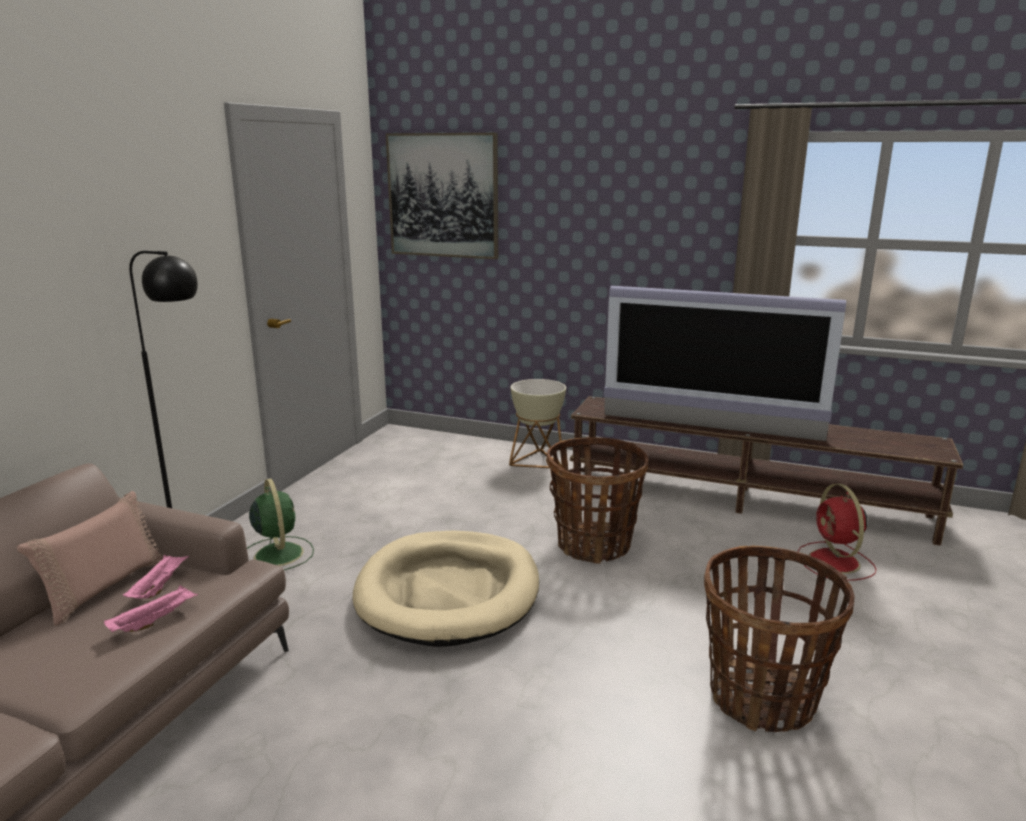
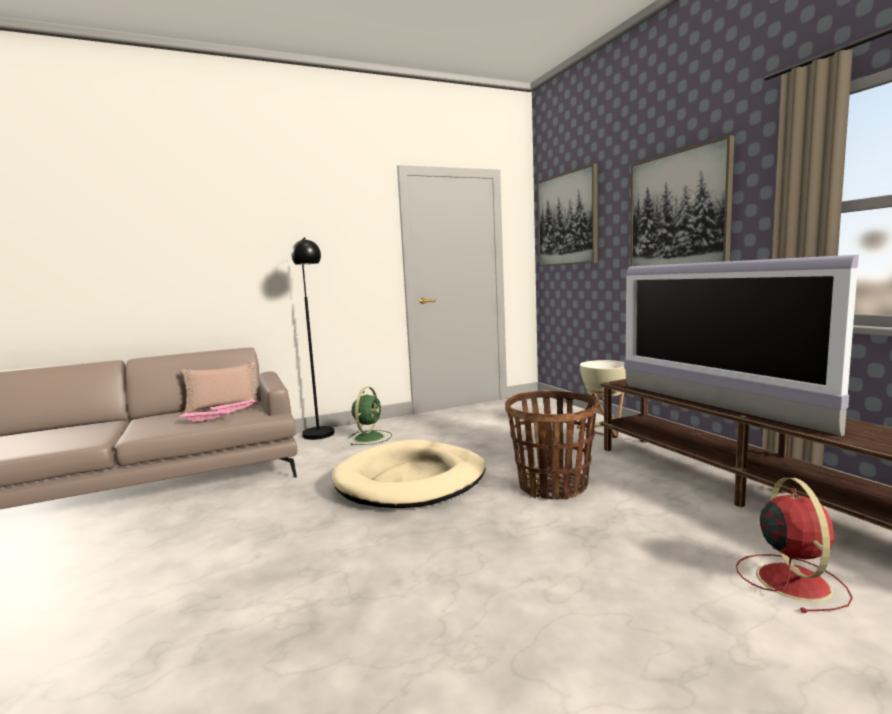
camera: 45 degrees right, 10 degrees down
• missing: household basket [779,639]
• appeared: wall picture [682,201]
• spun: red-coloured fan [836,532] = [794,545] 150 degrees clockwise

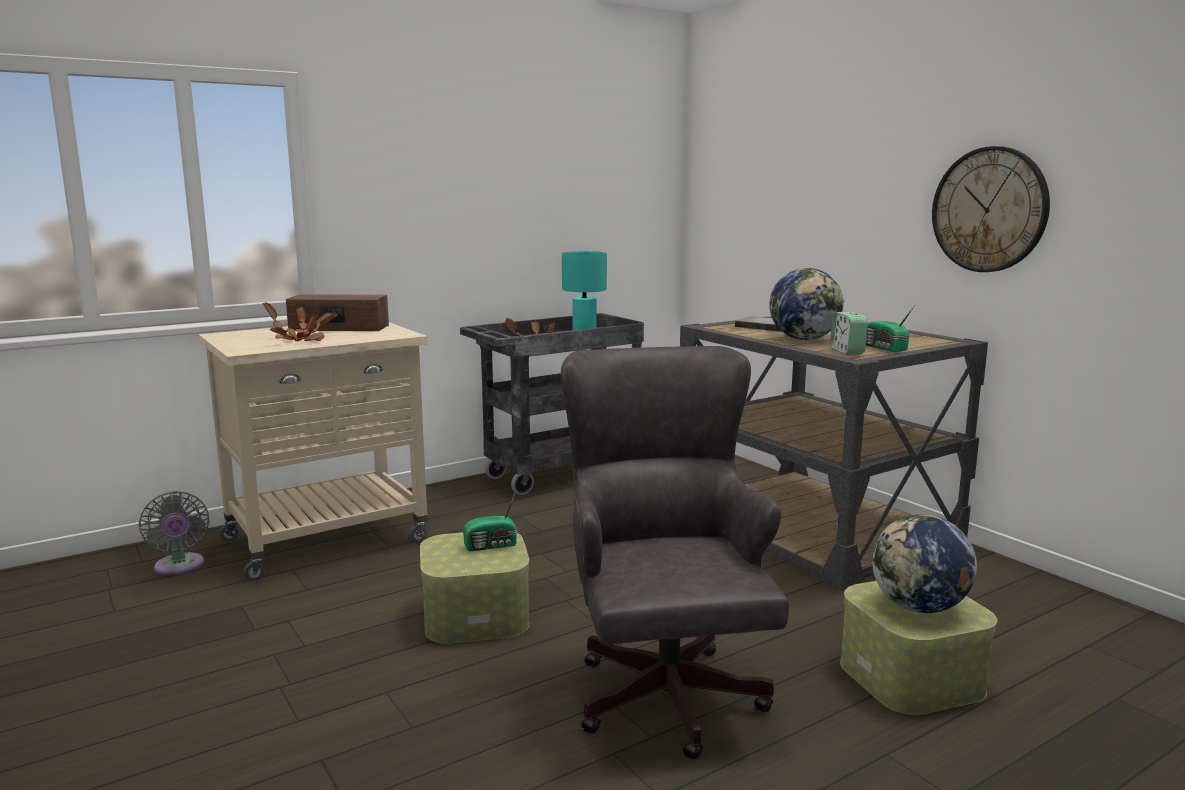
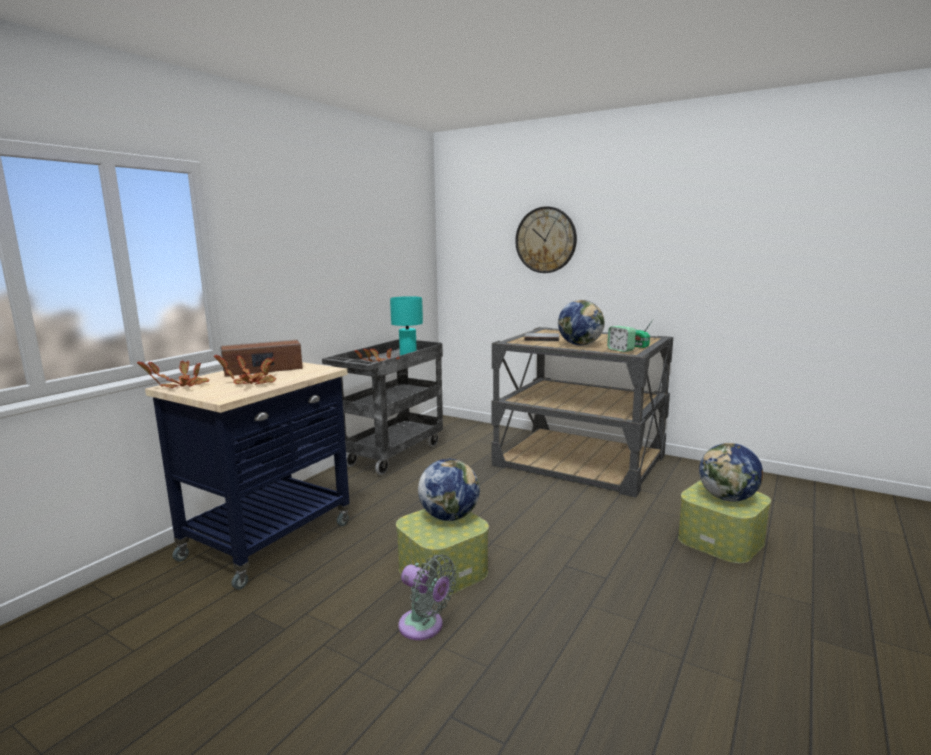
camera: 25 degrees left, 0 degrees up
• missing: greyish computer chair [675,552]
• appeared: plant in a pot [173,374]
• relocated: greyish fan [174,533] to [427,597]
• relocated: wall clock [991,209] to [546,239]
• exchanged: radio [490,522] to world globe [449,490]
• colour: beige wheeled cart [313,451] to bluish wheeled cart [247,476]

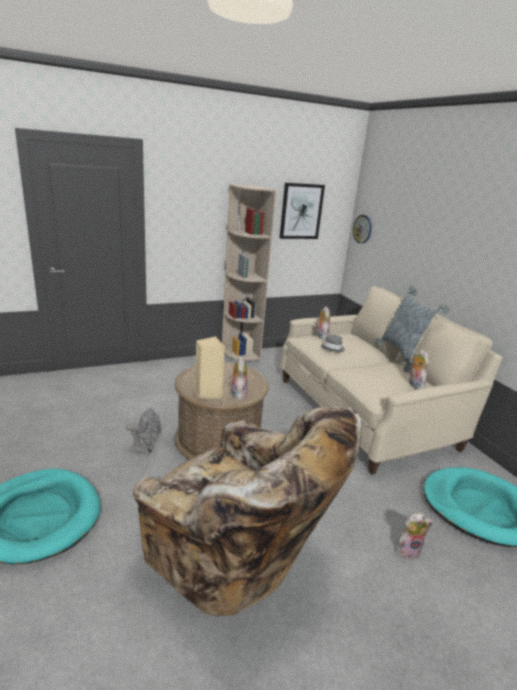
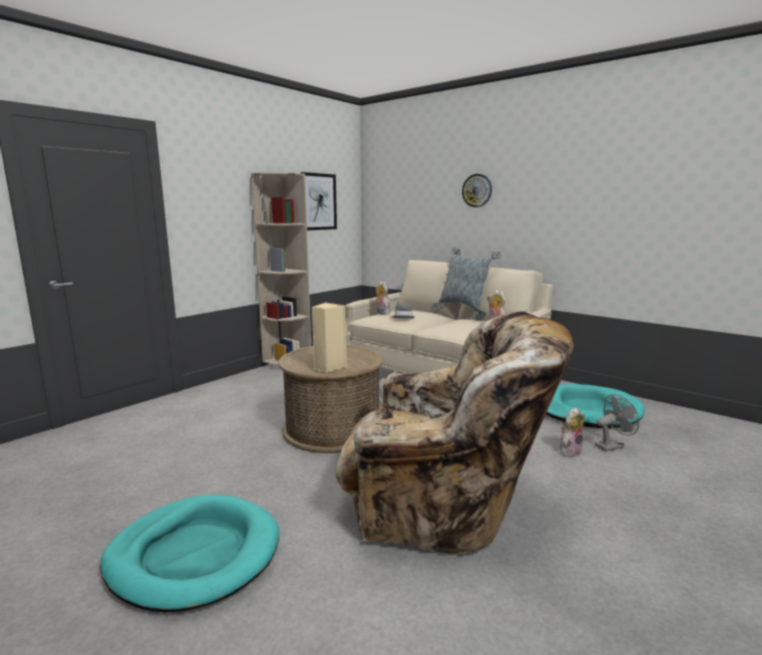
camera: 25 degrees left, 10 degrees down
• missing: soft toy [238,378]
• relocated: greyish fan [143,431] to [617,423]
• relocated: wall clock [362,229] to [477,190]

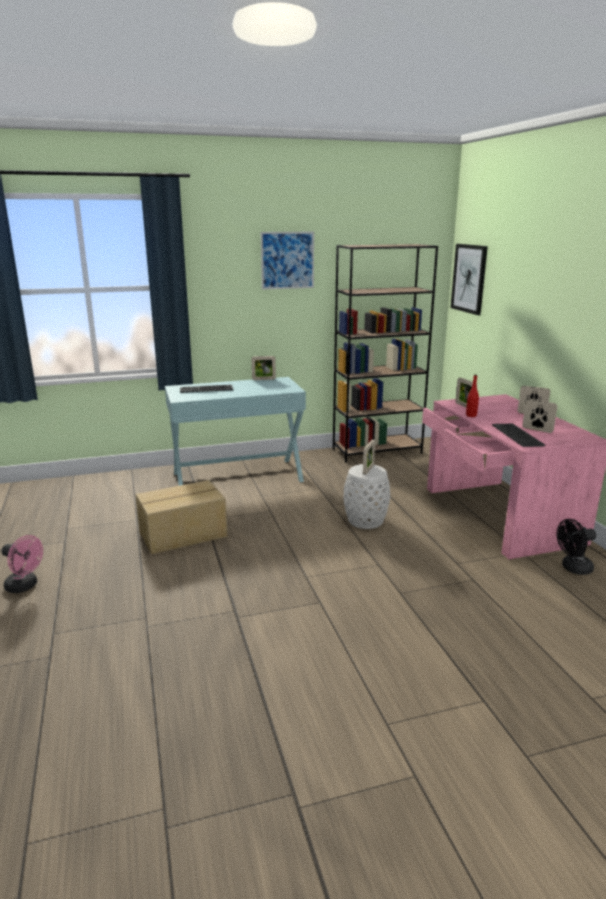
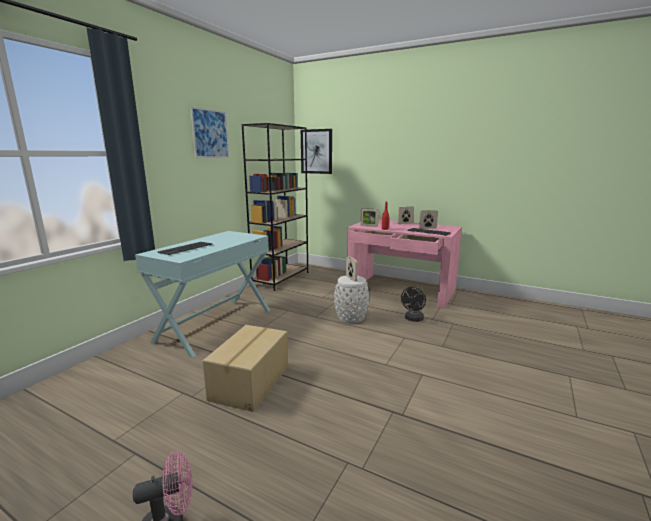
camera: 45 degrees left, 5 degrees down
• missing: photo frame [264,368]
• relocated: black fan [577,547] to [413,304]

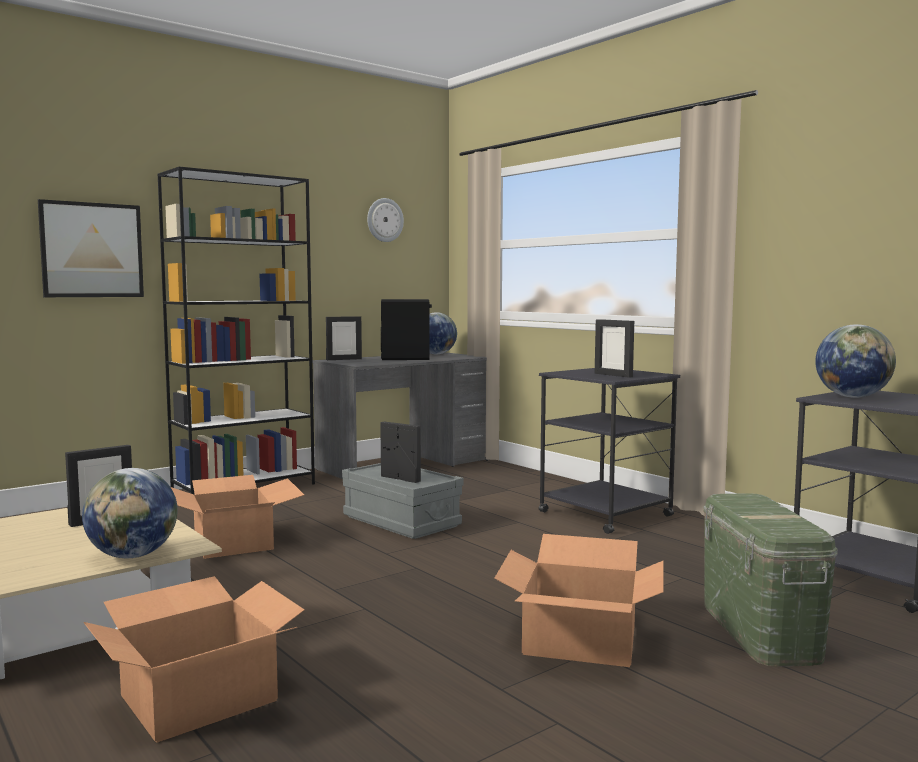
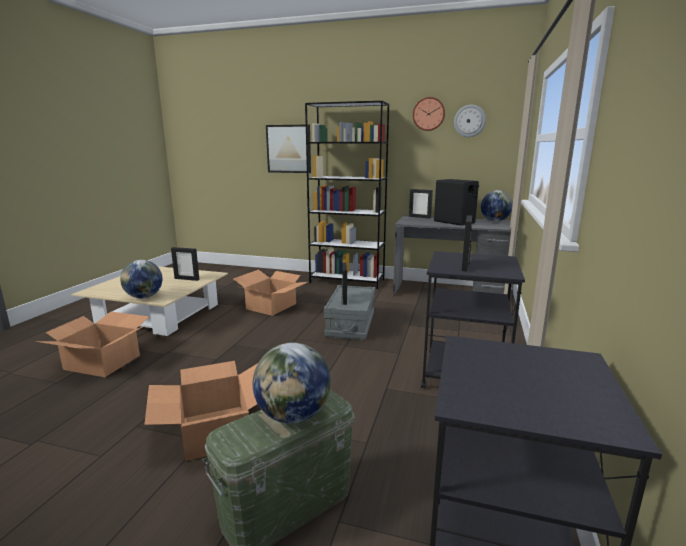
camera: 55 degrees right, 10 degrees up
• appeared: wall clock [429,114]
• relocated: world globe [855,361] to [292,383]

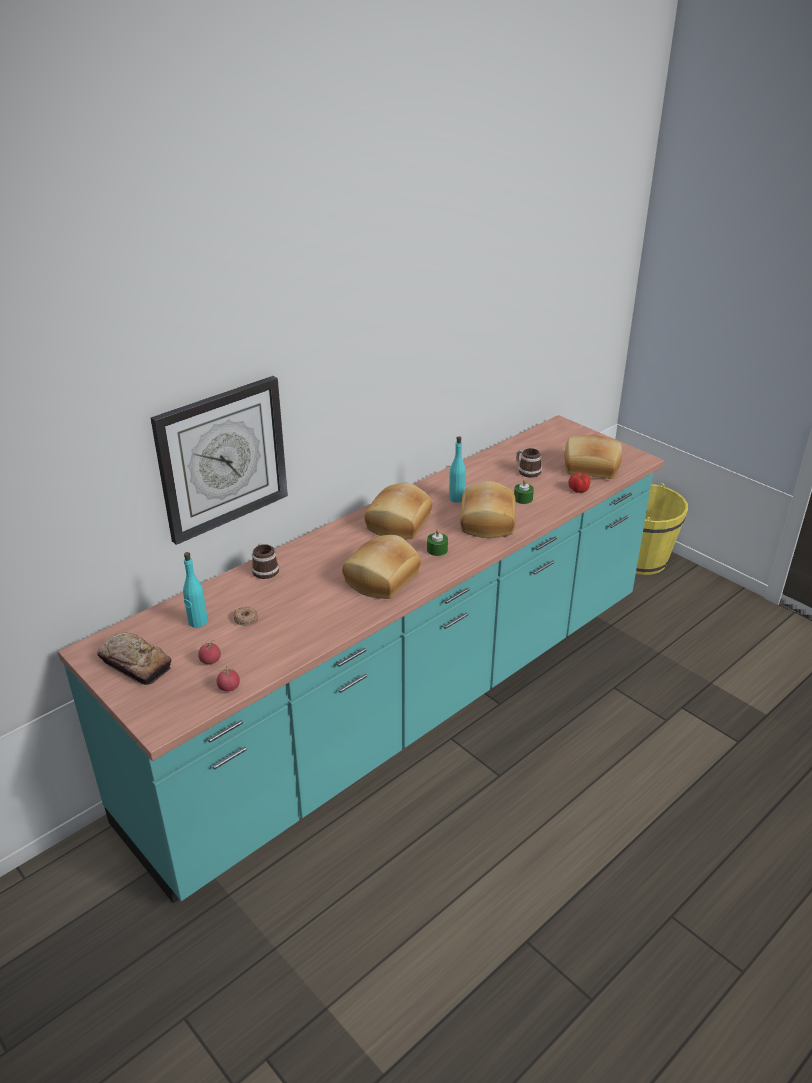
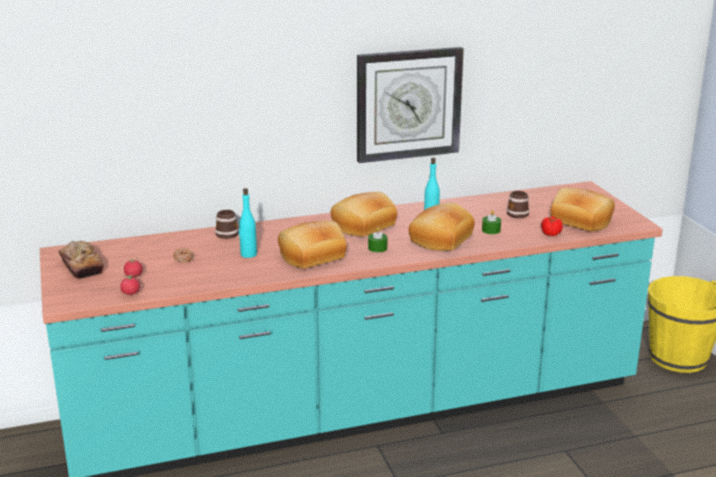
camera: 25 degrees right, 10 degrees down
• relocated: wall clock [219,460] to [410,105]
• relocated: turquoise-coloured beverage bottle [195,590] to [248,223]

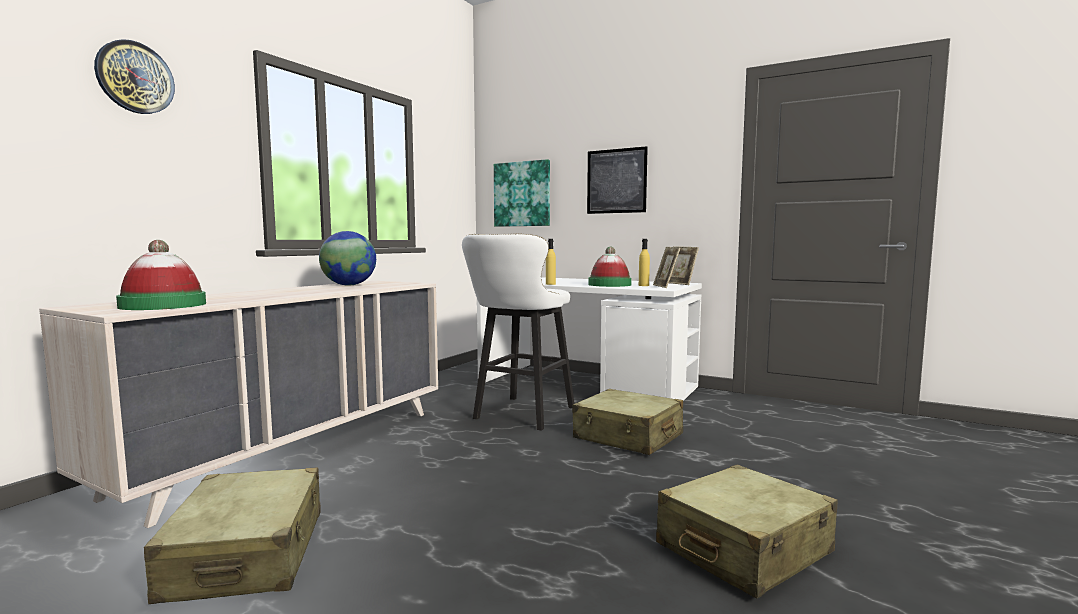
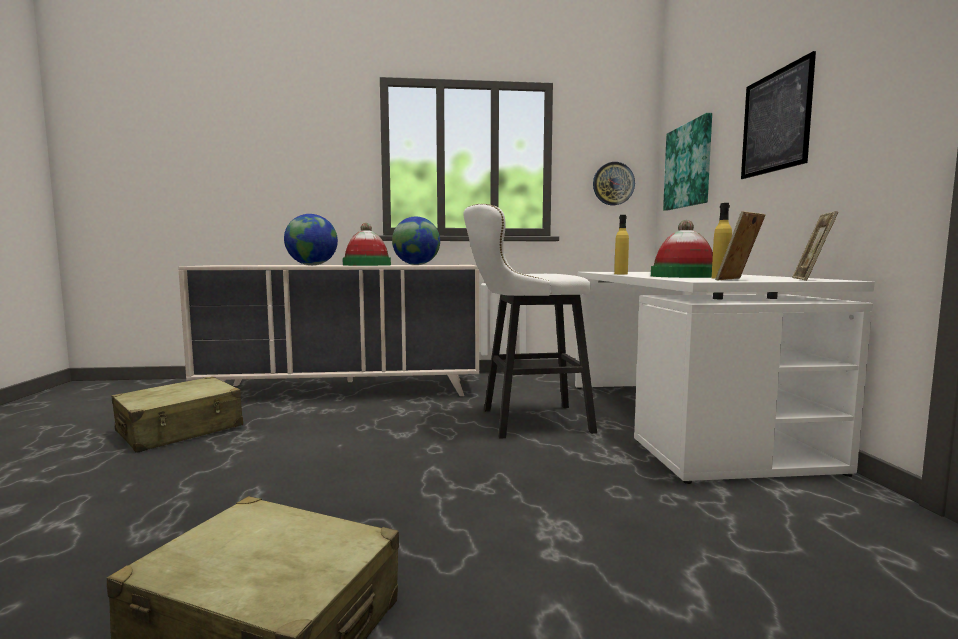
camera: 55 degrees right, 0 degrees up
• missing: beige piece of luggage [627,422]
• appeared: world globe [311,239]
• relocated: wall clock [134,76] to [614,183]
• relocated: hat [161,275] to [367,244]

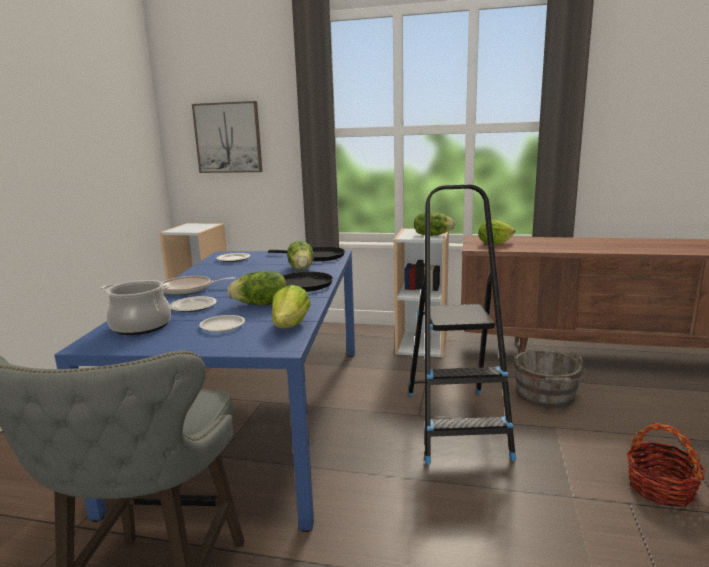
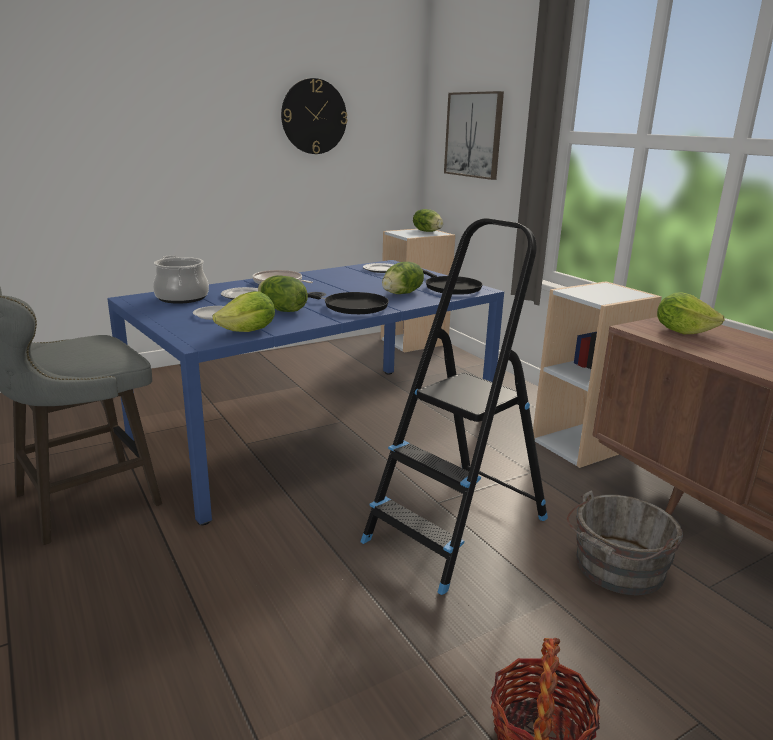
camera: 45 degrees right, 5 degrees up
• appeared: wall clock [314,116]
• relocated: lettuce [434,224] to [428,220]

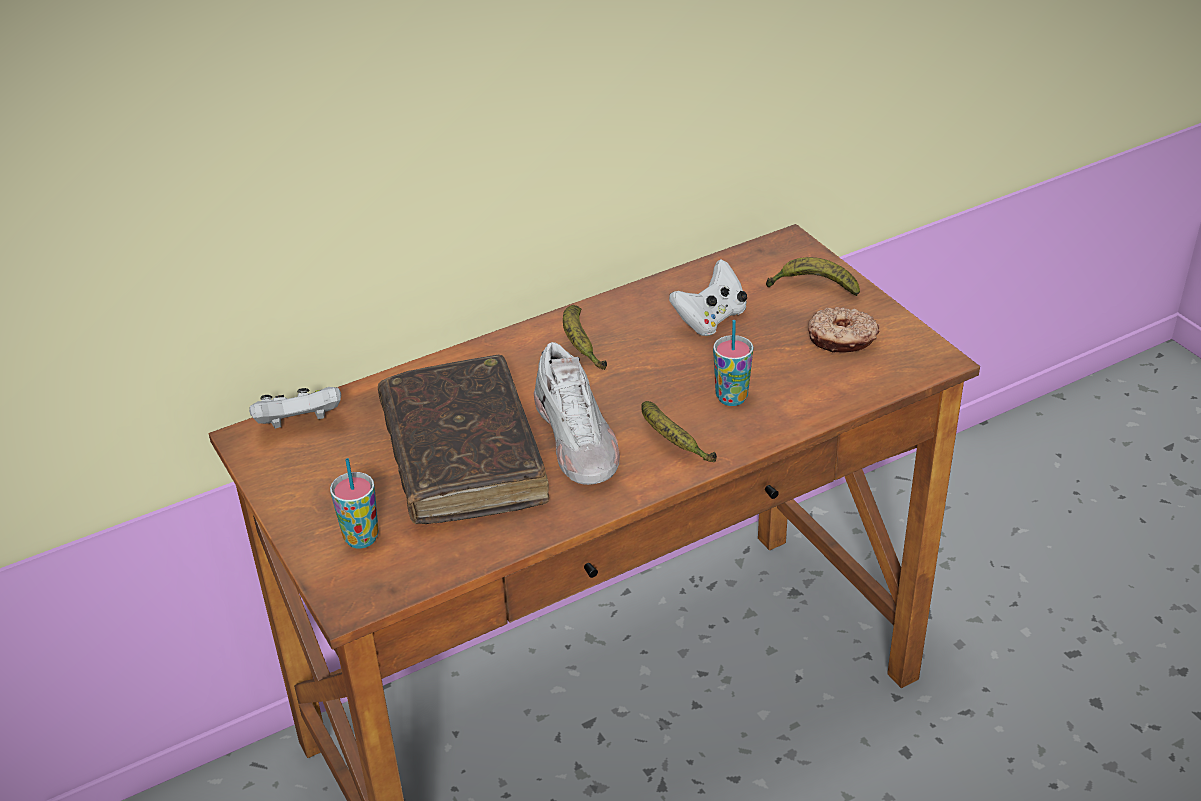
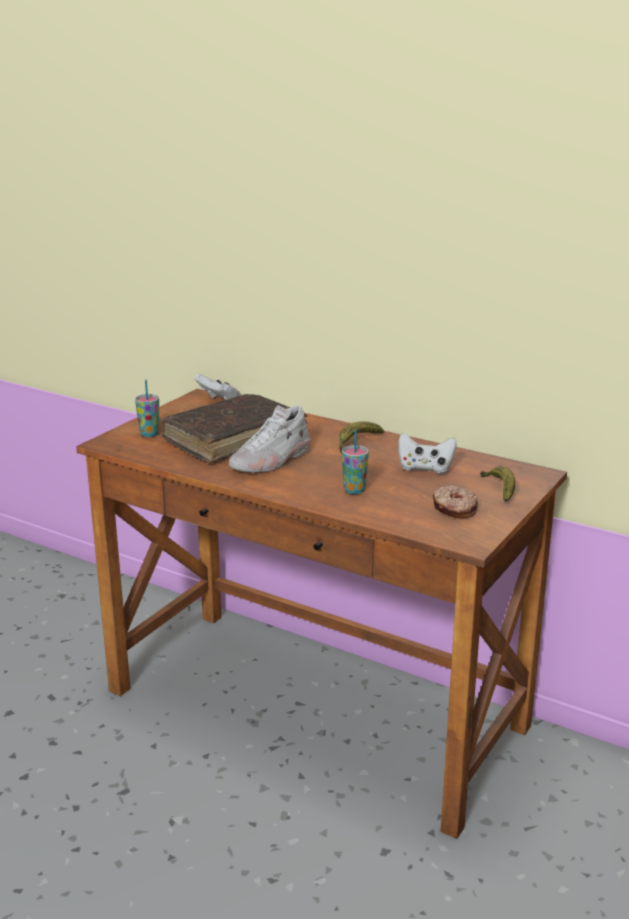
camera: 60 degrees right, 15 degrees down
• missing: whole banana [679,431]

